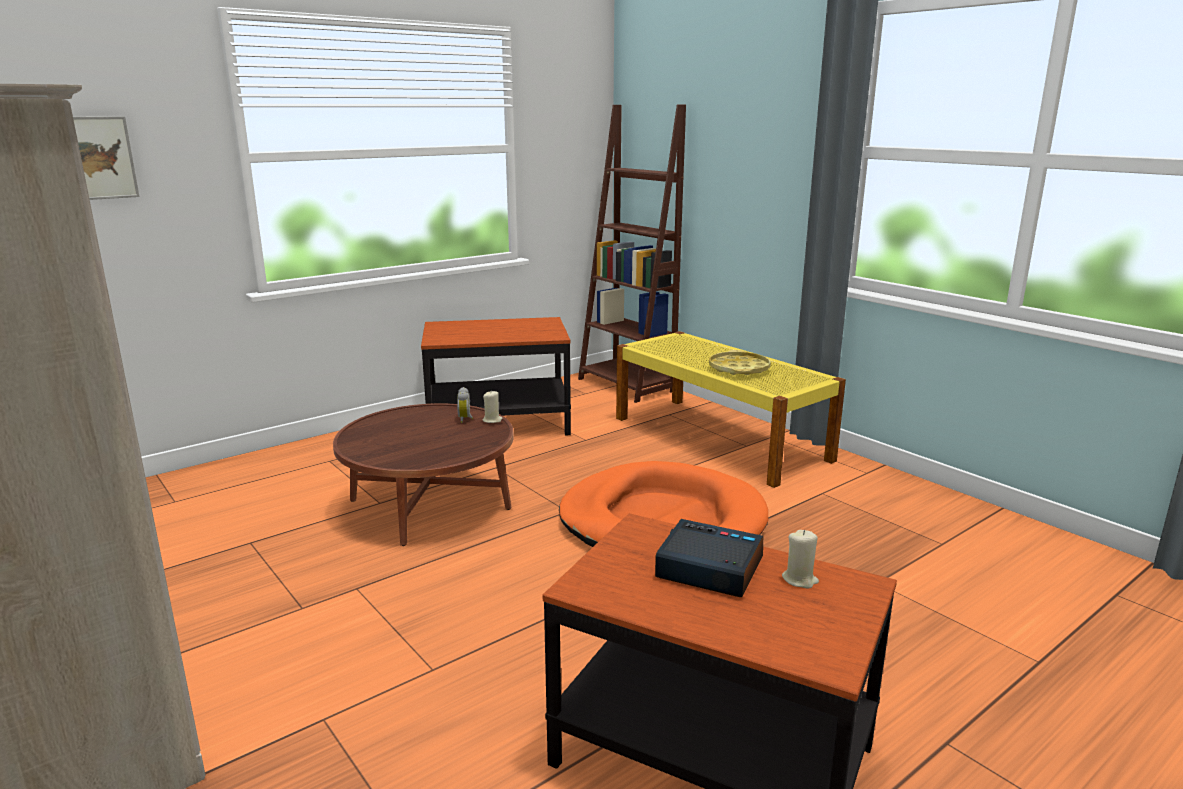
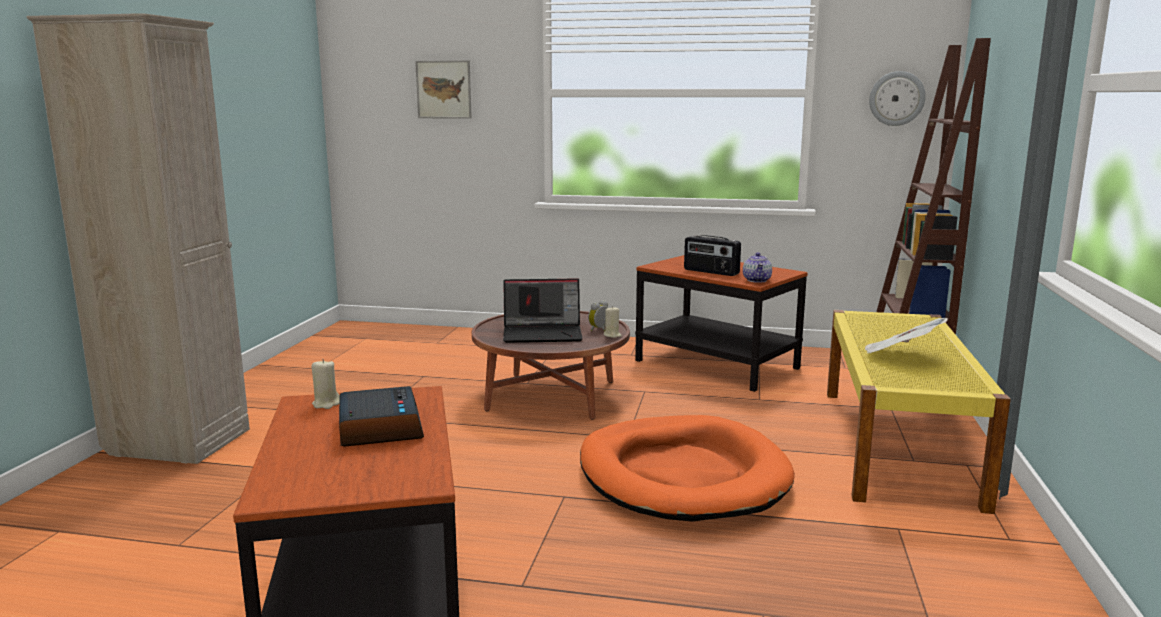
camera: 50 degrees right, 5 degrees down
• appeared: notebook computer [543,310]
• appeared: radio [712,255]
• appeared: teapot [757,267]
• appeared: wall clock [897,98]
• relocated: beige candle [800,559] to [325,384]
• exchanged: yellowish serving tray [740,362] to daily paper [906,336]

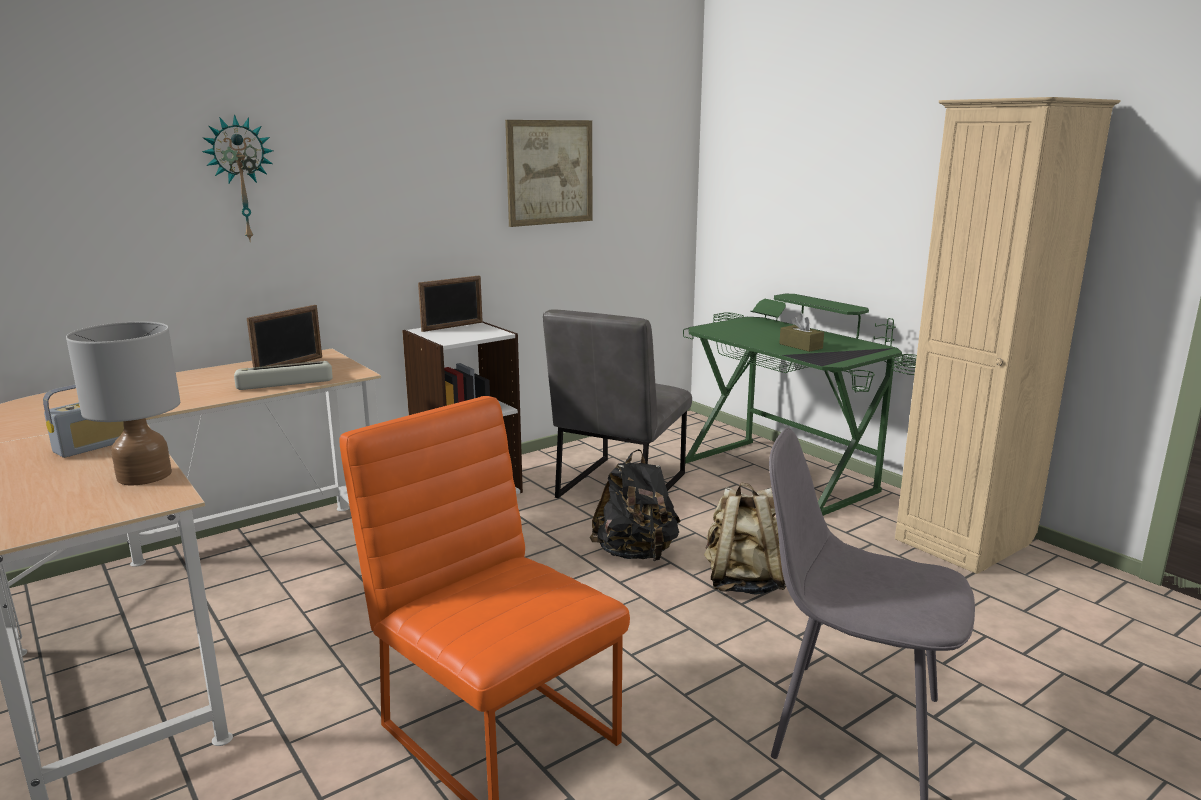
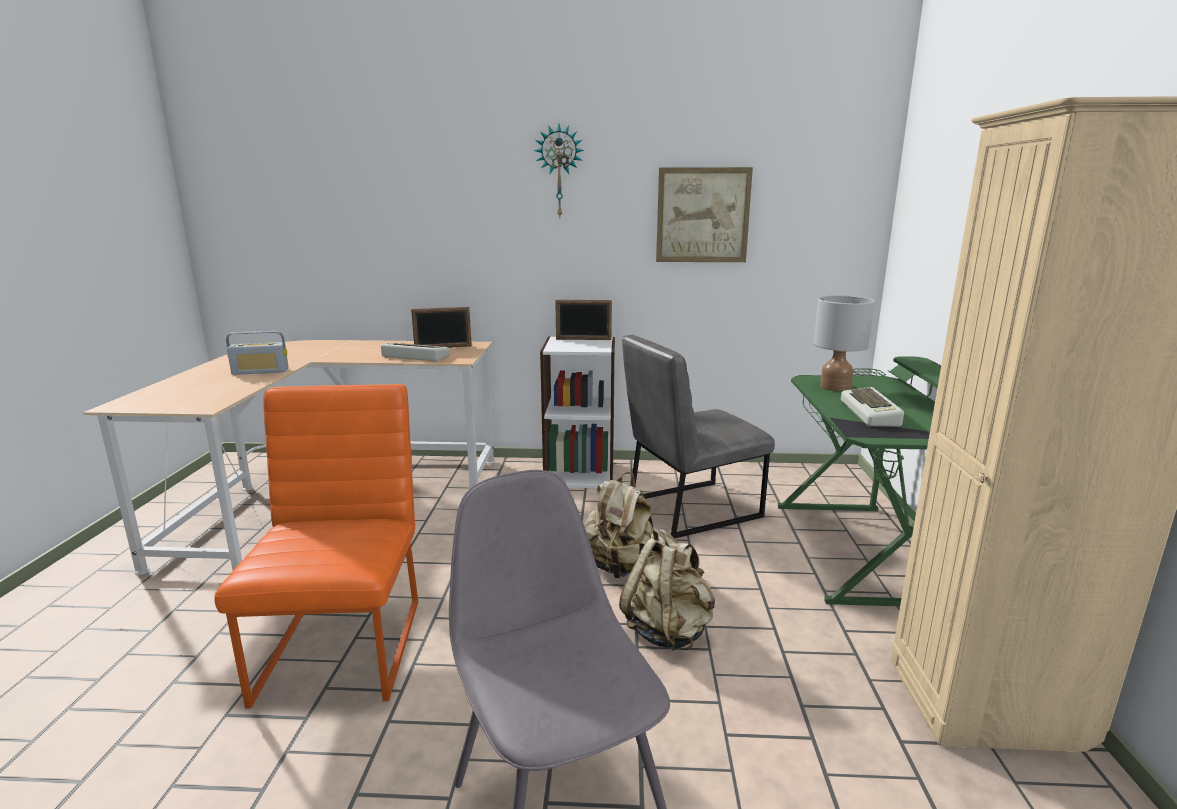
camera: 40 degrees right, 0 degrees up
• relocated: greyish table lamp [123,403] to [844,343]
• relocated: wall clock [238,177] to [559,170]
• exchanged: brownish tissue box [801,333] to computer keyboard [872,407]
• colour: black rucksack [635,505] to beige rucksack [619,525]

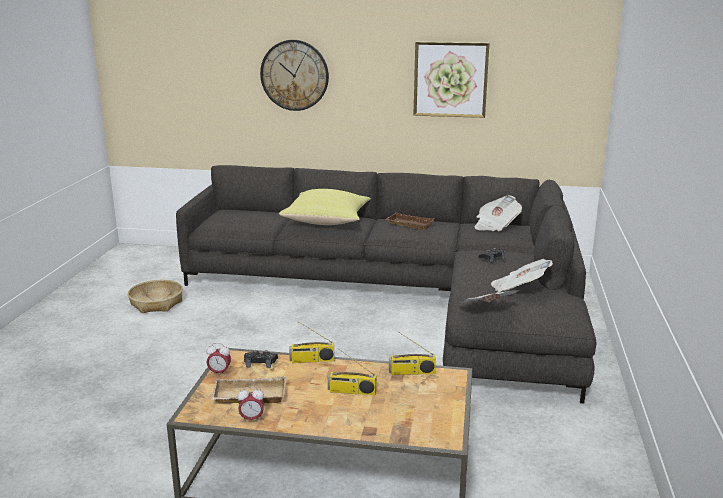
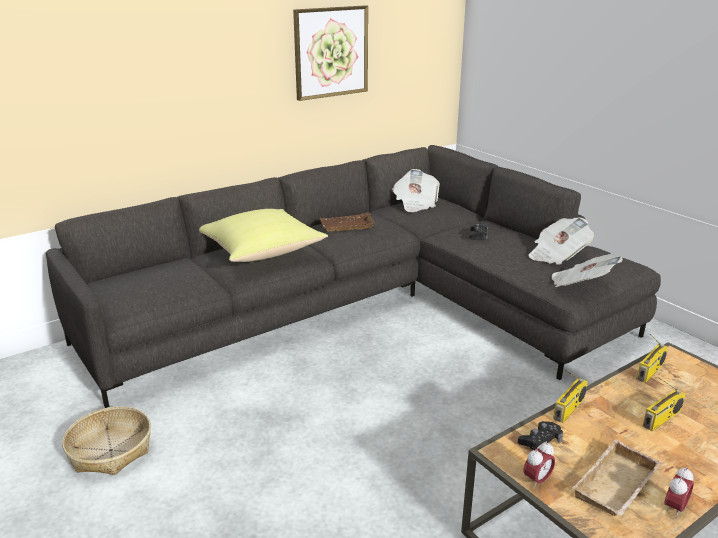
camera: 45 degrees left, 5 degrees up
• missing: wall clock [294,75]

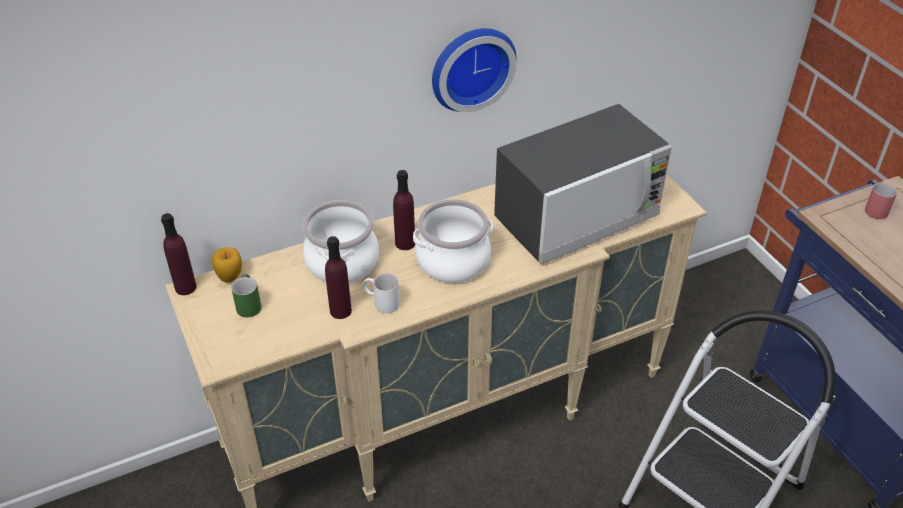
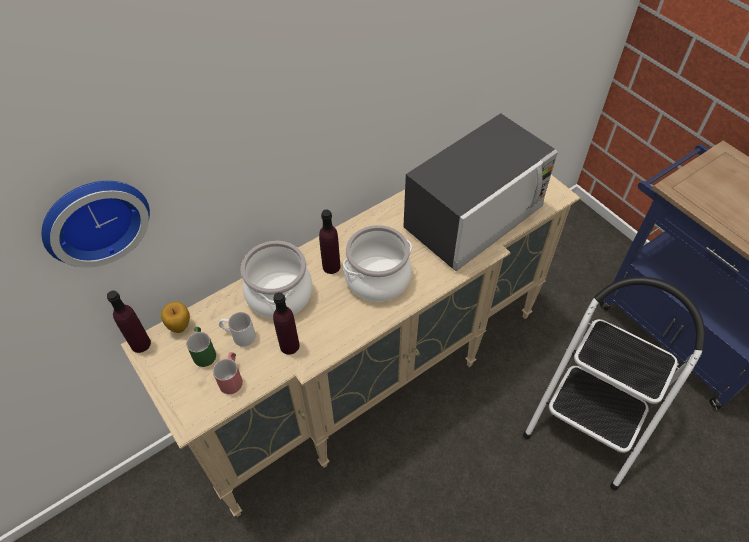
camera: 10 degrees left, 10 degrees up
• relocated: white-coloured coffee mug [381,293] to [237,329]
• relocated: wall clock [474,70] to [96,224]
• relocated: red-coloured coffee mug [881,200] to [228,373]

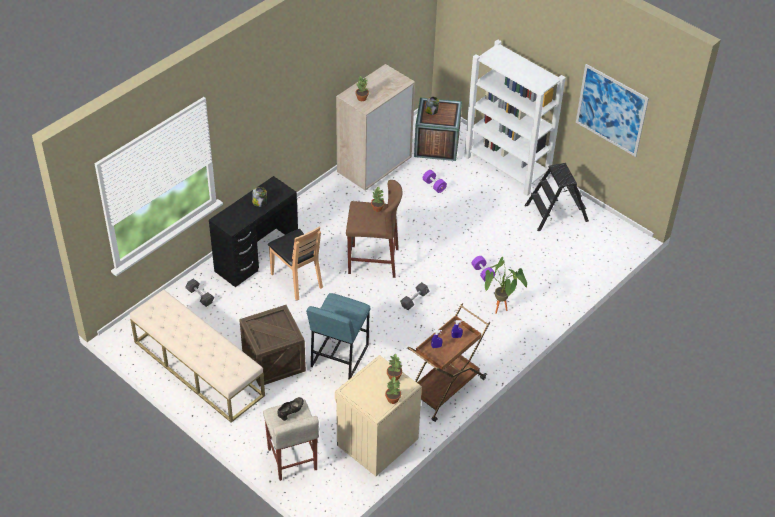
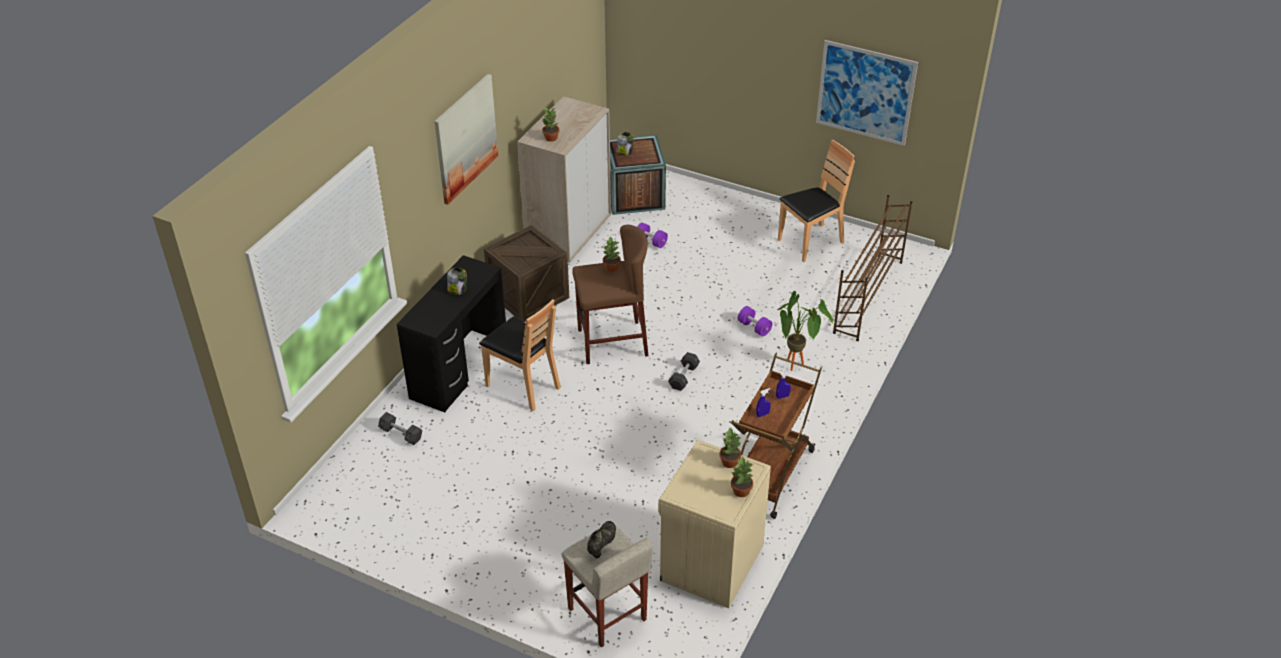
camera: 15 degrees left, 5 degrees down
• missing: beige indoor bench [197,356]
• missing: bluish stool [338,336]
• missing: white-coloured shelving unit [515,117]
• appeared: wall picture [466,139]
• appeared: brownish shoe stand [872,268]
• relocated: crate [272,346] to [526,273]
• exchanged: black step ladder [556,197] to brownish upright chair [816,201]

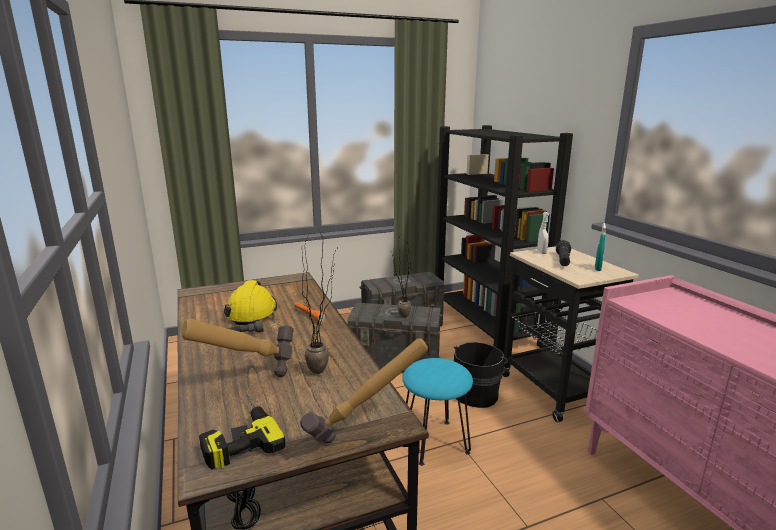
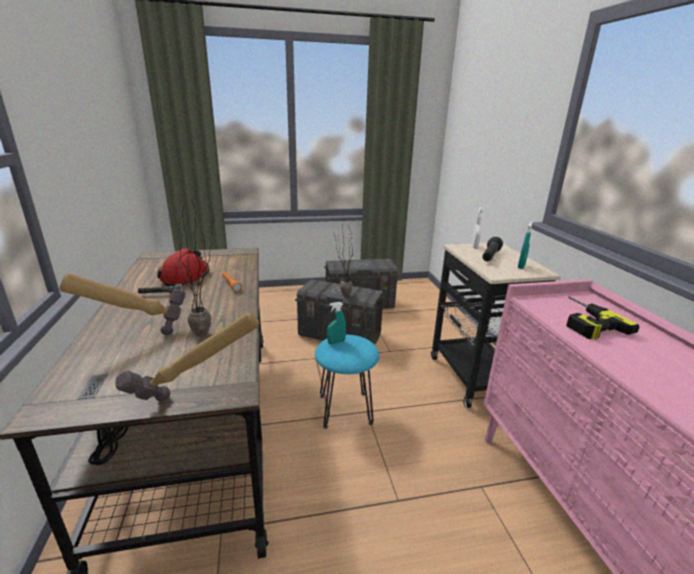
camera: 10 degrees right, 5 degrees up
• missing: black shelving unit [504,239]
• missing: black water bucket [481,375]
• appeared: turquoise-coloured sprayer [336,323]
• relocated: electric drill [242,432] to [603,318]
• colour: yellowish safety helmet [250,302] to red-coloured safety helmet [183,267]

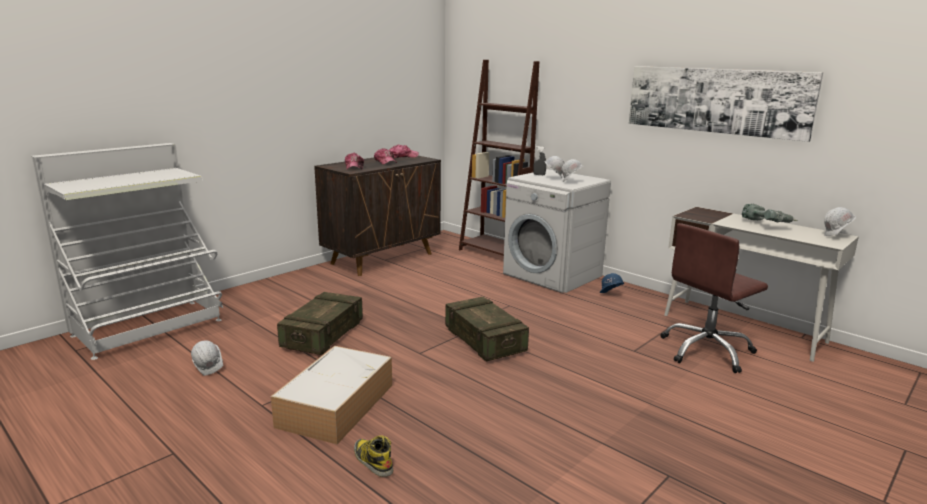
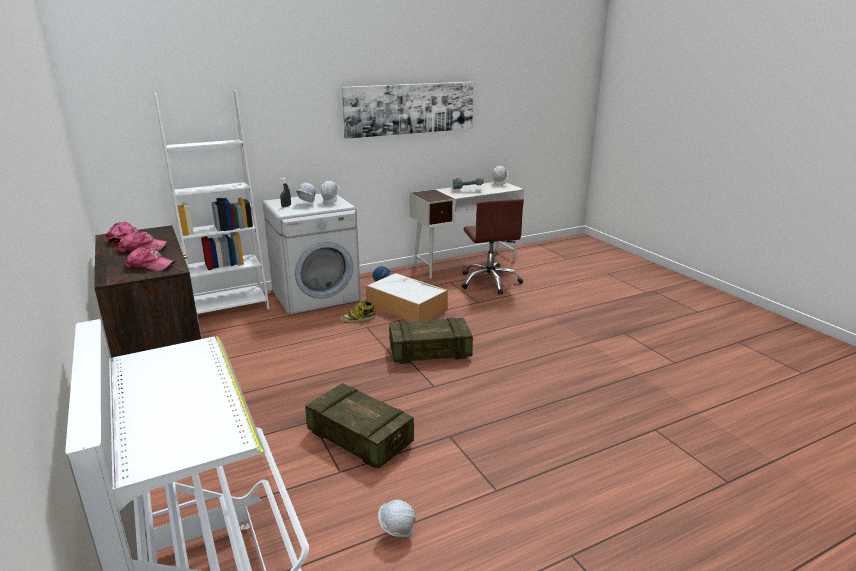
camera: 70 degrees left, 5 degrees up
• relocated: storage box [331,395] to [407,297]
• relocated: high-top boot [373,456] to [358,311]
• colour: brownish shelving unit [499,158] to white-coloured shelving unit [212,206]

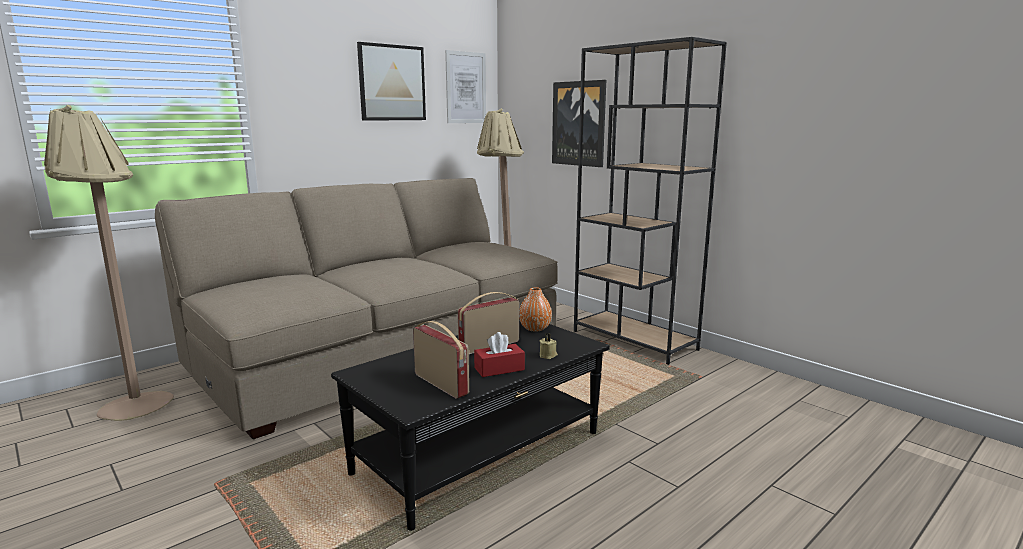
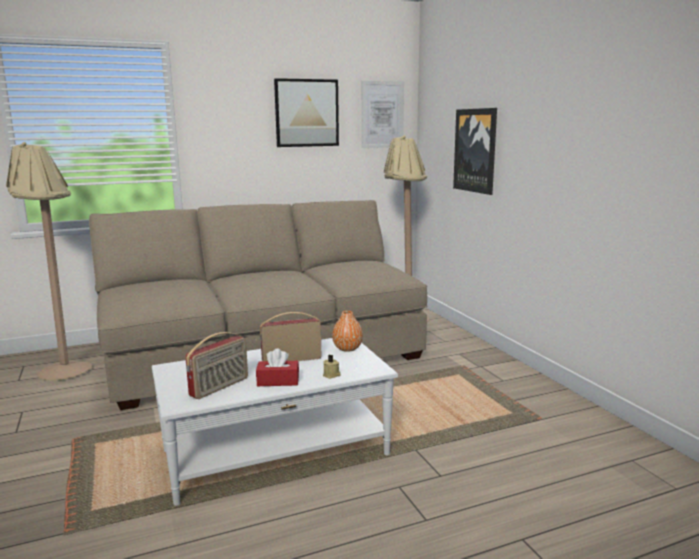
camera: 20 degrees right, 0 degrees up
• missing: shelving unit [650,201]
• colour: black lounge table [470,426] to white-coloured lounge table [275,422]
• spun: radio [441,360] = [216,365] 60 degrees clockwise

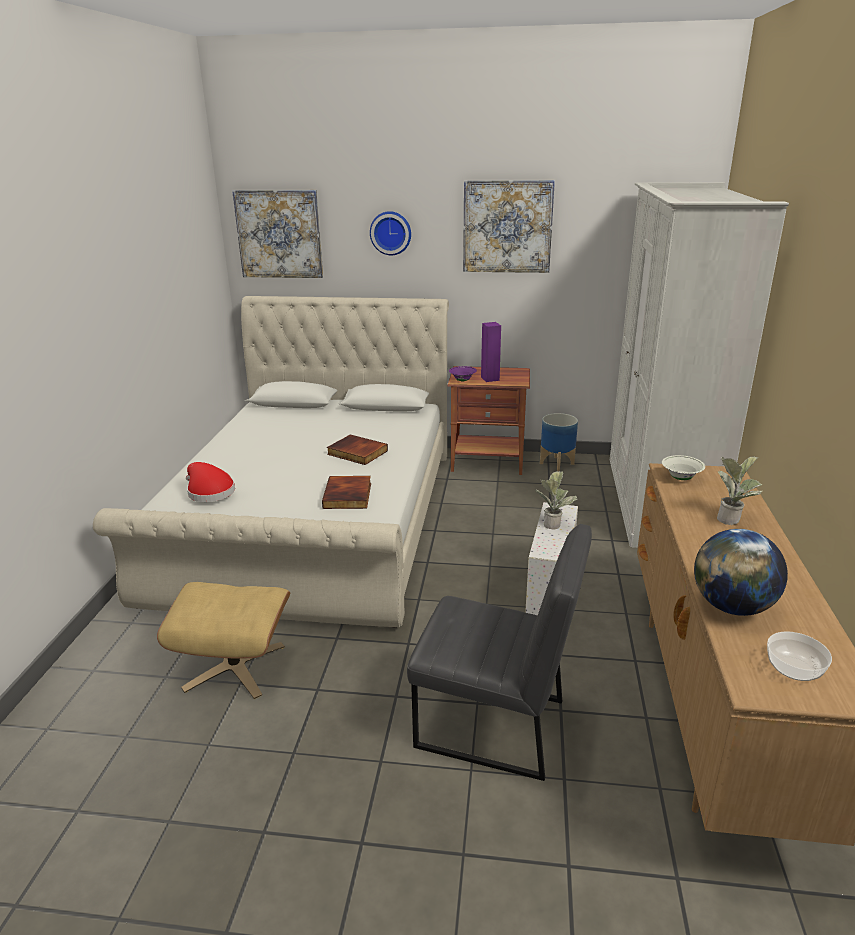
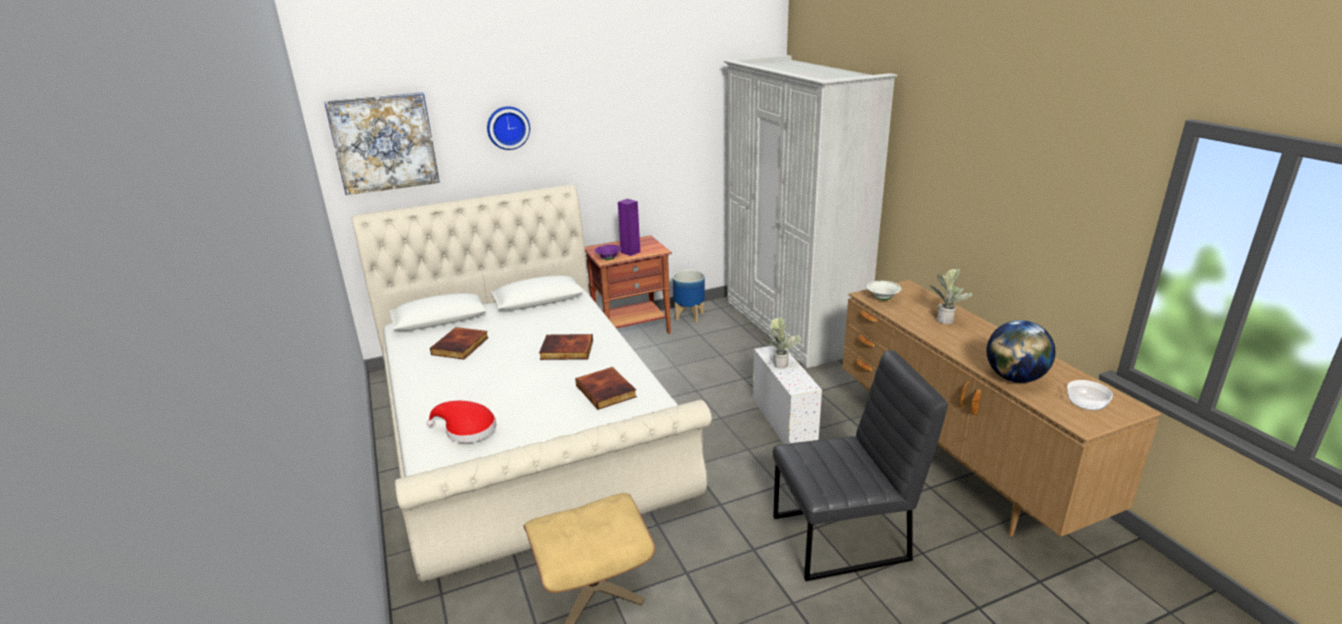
camera: 30 degrees left, 0 degrees up
• missing: wall picture [509,226]
• appeared: bound book [459,343]

